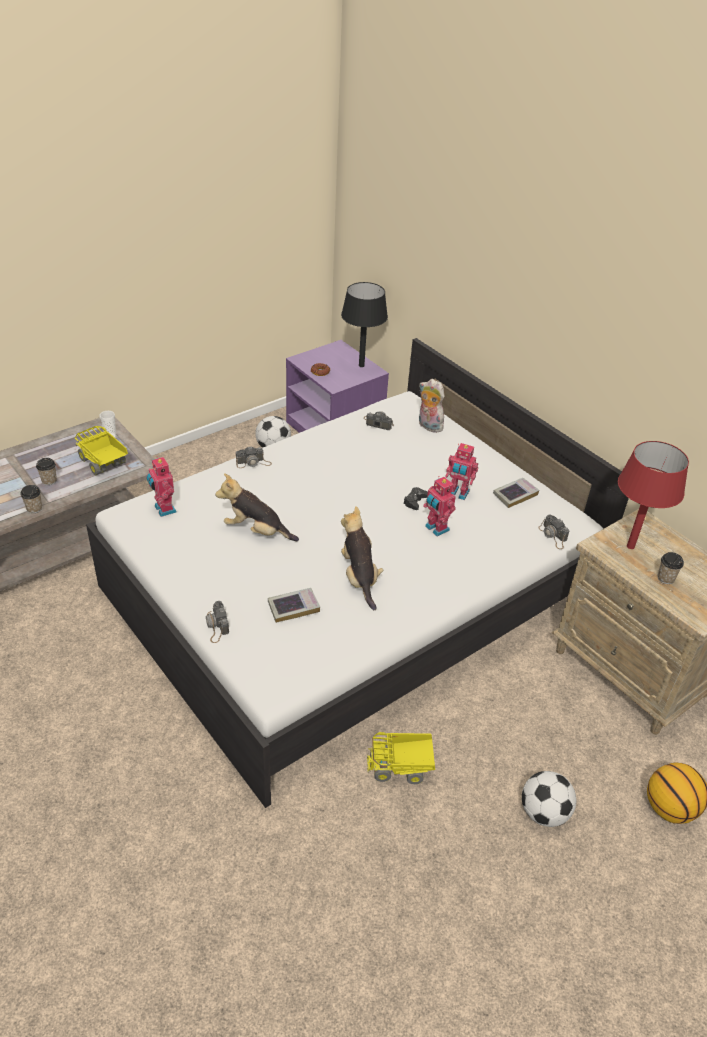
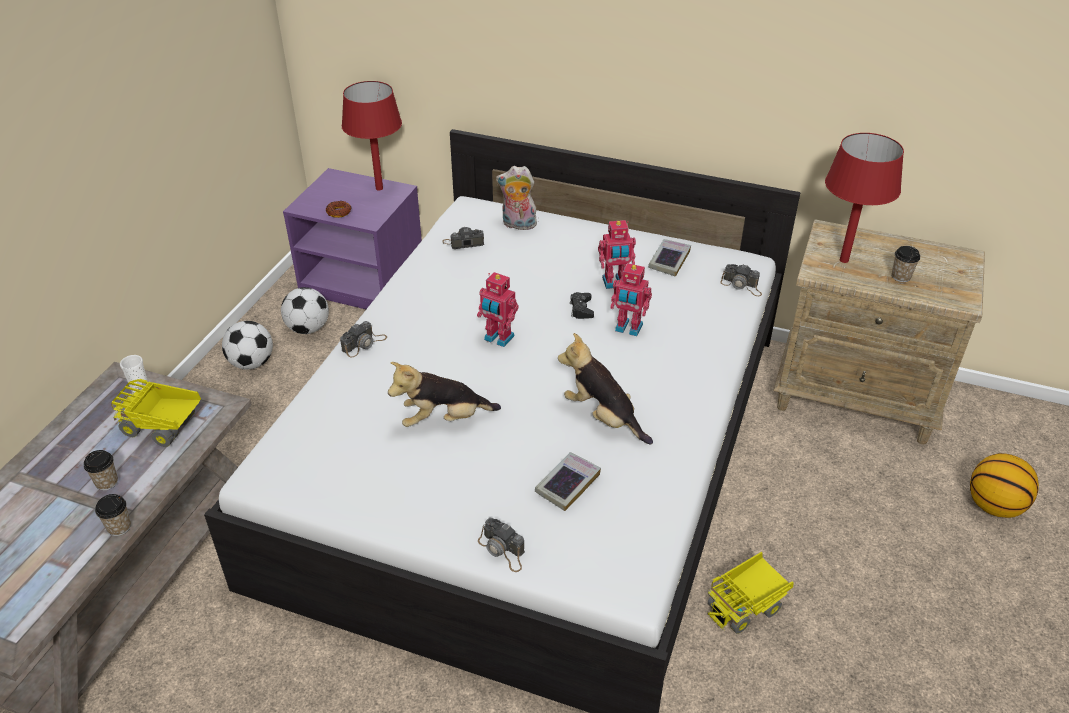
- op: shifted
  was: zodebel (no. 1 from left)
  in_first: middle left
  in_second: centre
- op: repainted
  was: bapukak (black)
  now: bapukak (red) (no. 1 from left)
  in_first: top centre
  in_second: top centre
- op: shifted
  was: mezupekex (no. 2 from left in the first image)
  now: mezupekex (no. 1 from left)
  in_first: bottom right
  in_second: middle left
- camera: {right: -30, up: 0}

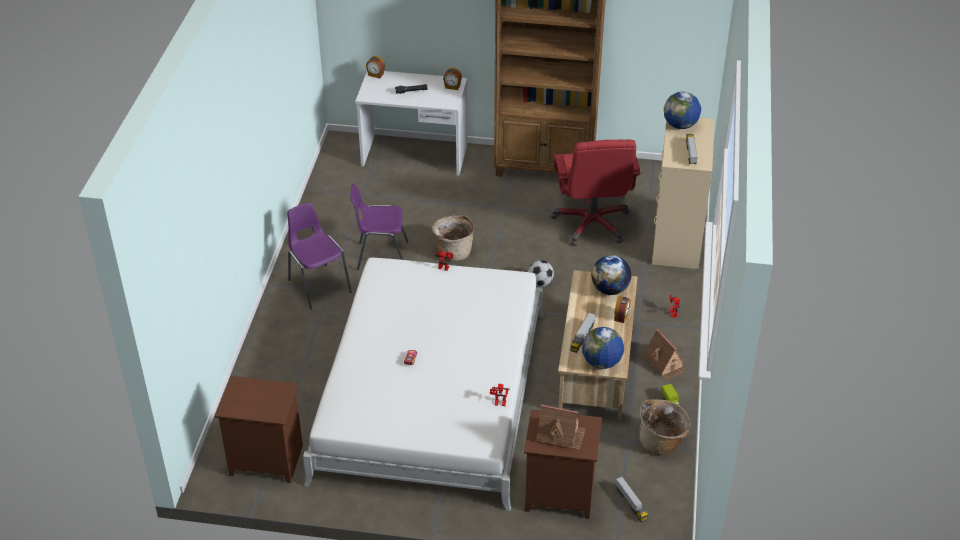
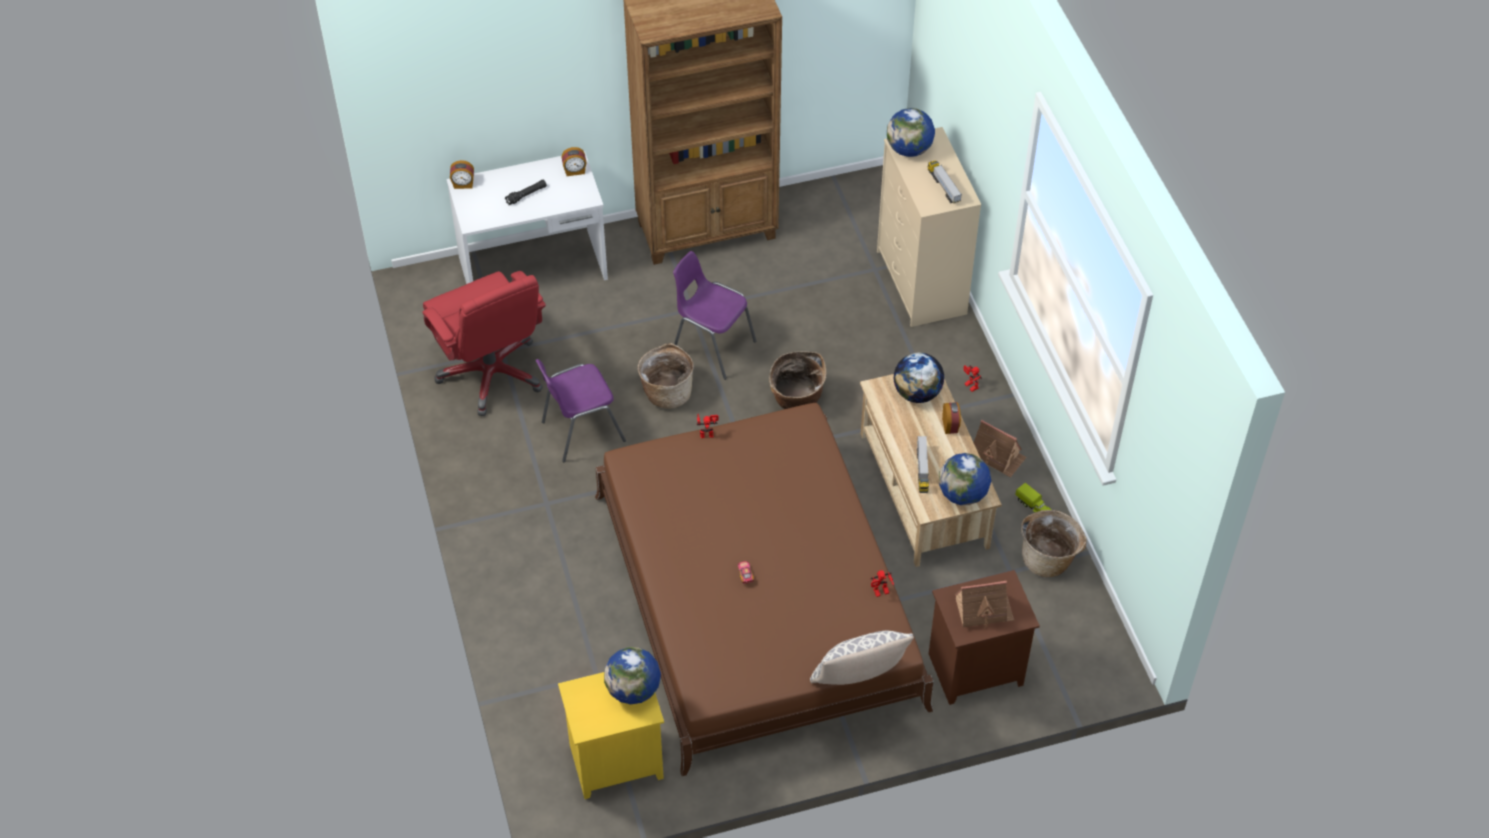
- op: repainted
  was: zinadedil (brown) (no. 1 from left)
  now: zinadedil (yellow)
  in_first: bottom left
  in_second: bottom centre
- op: shifted
  was: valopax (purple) (no. 1 from left in the first image)
  now: valopax (purple) (no. 2 from left)
  in_first: middle left
  in_second: centre
- op: repainted
  was: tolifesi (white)
  now: tolifesi (brown)
  in_first: bottom centre
  in_second: bottom centre
- op: swapped
  was: mezupekex
  now: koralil (no. 2 from left)
  in_first: centre
  in_second: centre
- op: shifted
  was: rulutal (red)
  in_first: centre
  in_second: middle left
- op: gone
  was: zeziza (no. 2 from left)
  in_first: bottom centre
- op: new
  now: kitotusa (no. 1 from left)
  in_second: bottom centre
- op: new
  now: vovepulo
  in_second: bottom centre
- camera: {right: -25, up: 10}

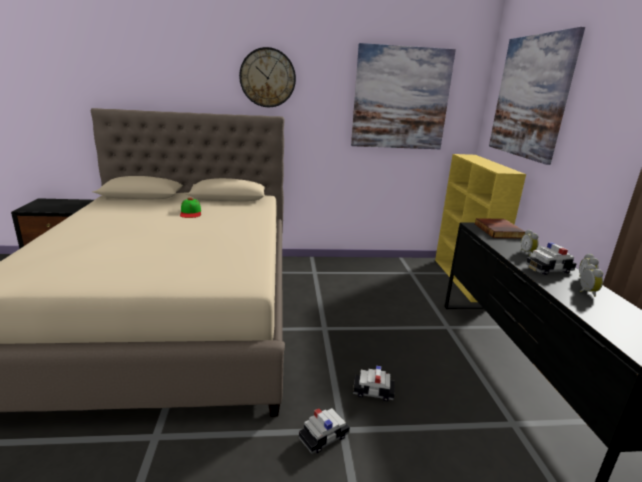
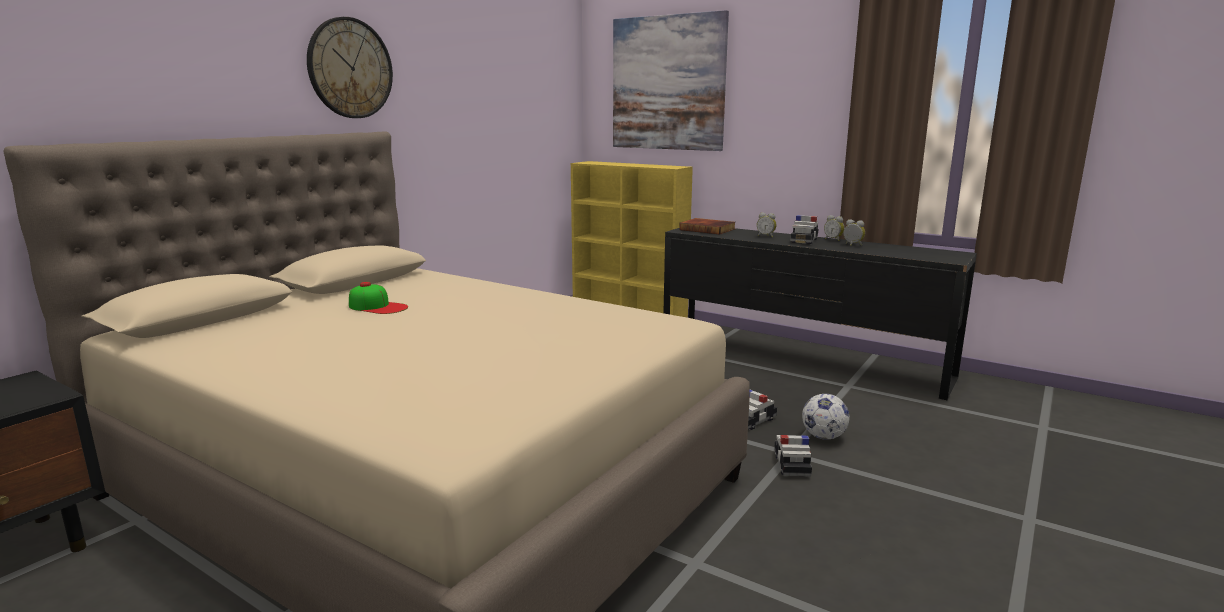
- op: gone
  was: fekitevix (no. 1 from left)
  in_first: top centre
- op: new
  now: mezupekex
  in_second: bottom right
- camera: {right: -50, up: -5}

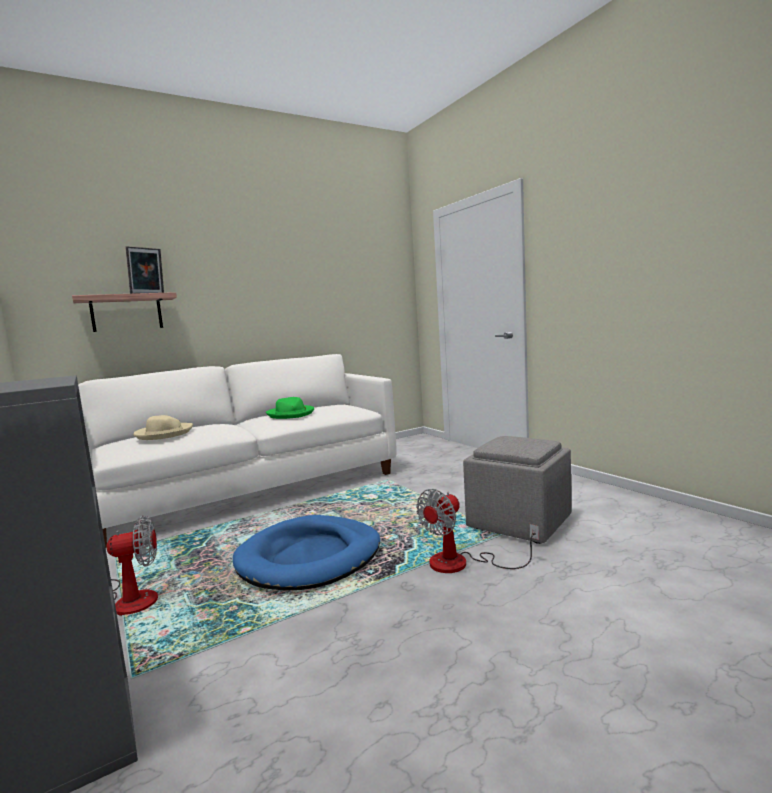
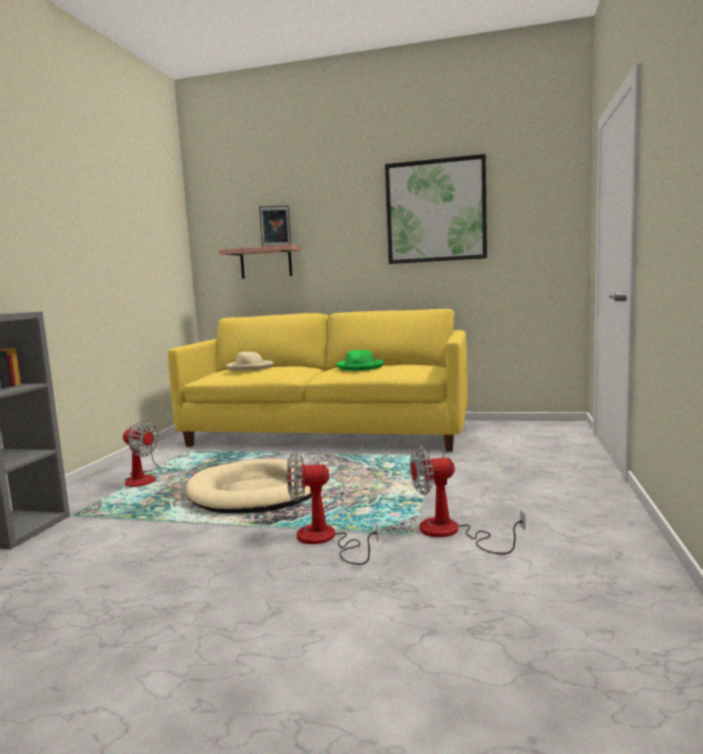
- op: repainted
  was: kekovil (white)
  now: kekovil (yellow)
  in_first: middle left
  in_second: centre
- op: repainted
  was: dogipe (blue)
  now: dogipe (beige)
  in_first: bottom centre
  in_second: centre
- op: swapped
  was: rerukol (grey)
  now: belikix (no. 3 from left)
  in_first: middle right
  in_second: centre
- op: new
  now: fekitevix
  in_second: top centre
- camera: {right: 45, up: 0}

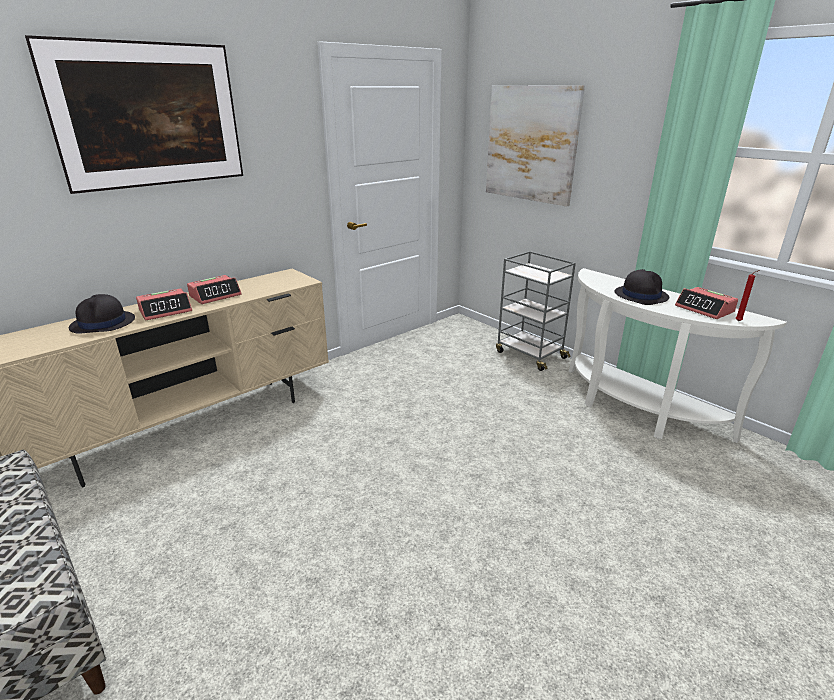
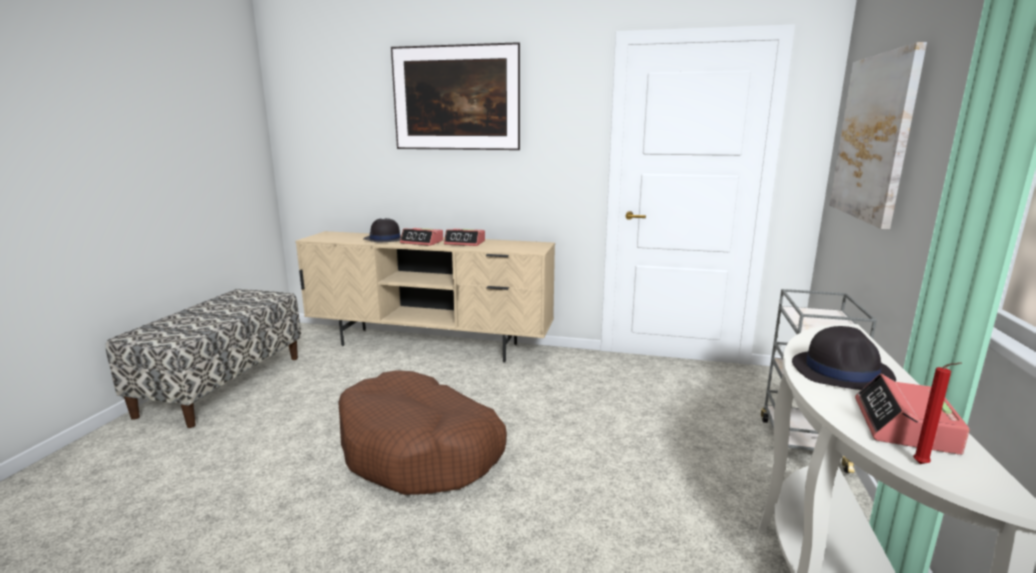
- op: new
  now: dogipe (brown)
  in_second: bottom centre
- camera: {right: 55, up: -10}

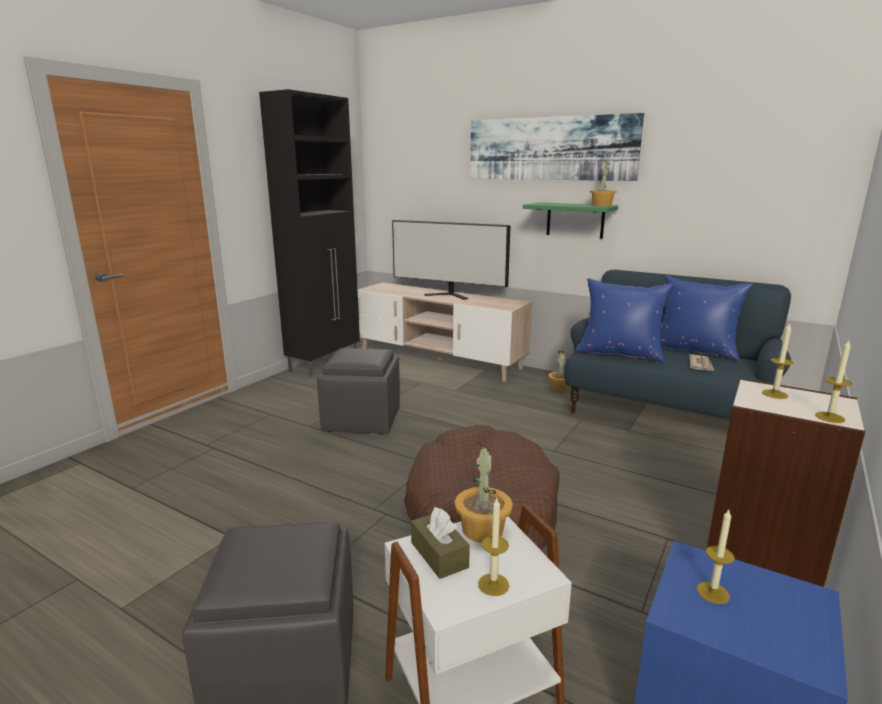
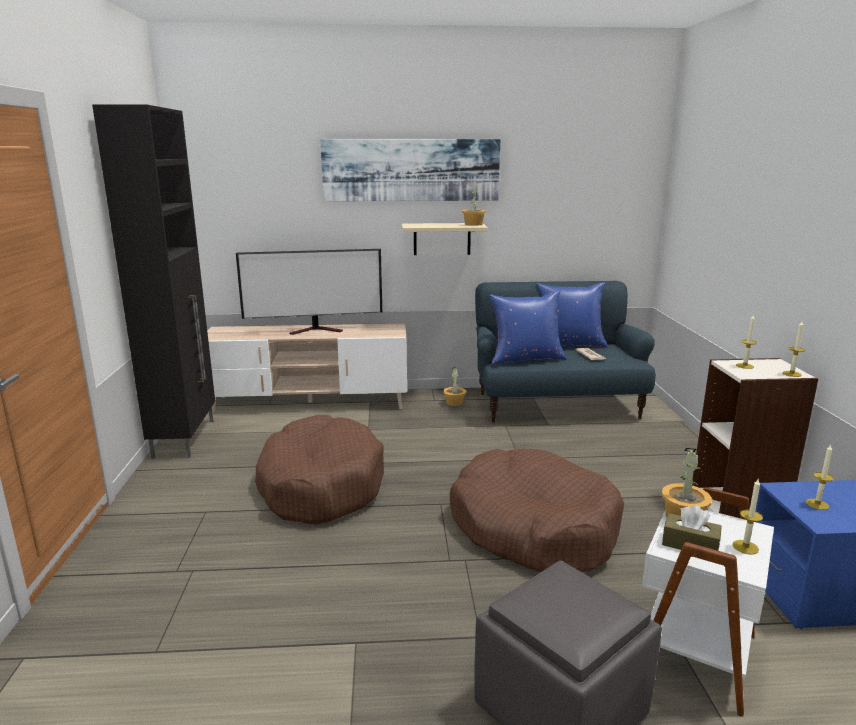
- op: swapped
  was: rerukol (grey) (no. 2 from left)
  now: dogipe (brown) (no. 1 from left)
  in_first: centre
  in_second: centre
- op: repainted
  was: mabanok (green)
  now: mabanok (beige)
  in_first: top centre
  in_second: top centre
- camera: {right: -35, up: 0}

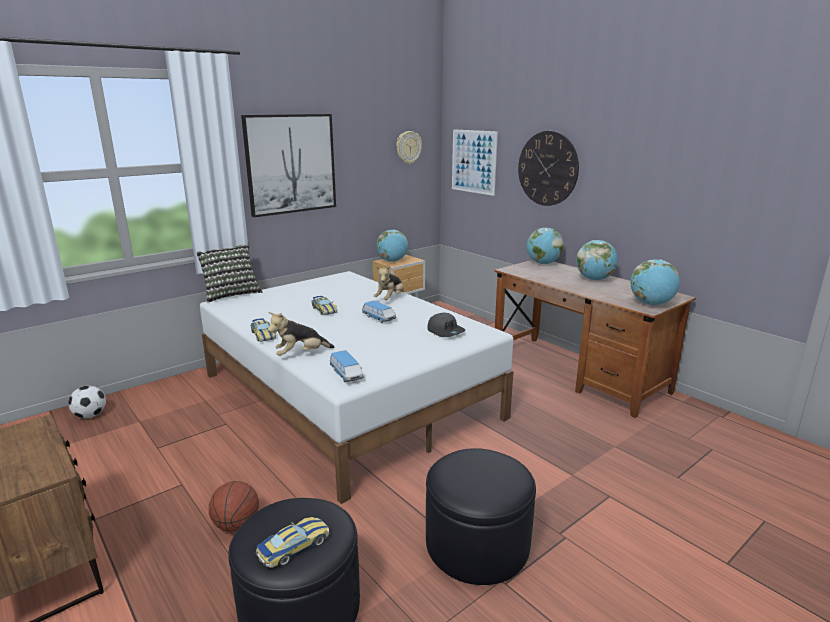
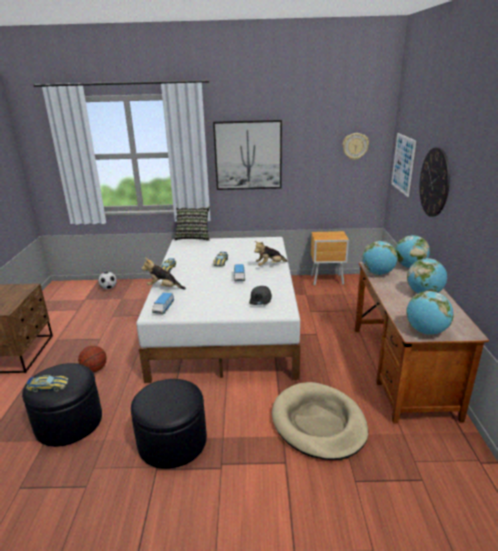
- op: shifted
  was: kitotusa (no. 1 from left)
  in_first: centre
  in_second: middle right
- op: new
  now: dogipe (beige)
  in_second: bottom centre
- camera: {right: 40, up: 5}

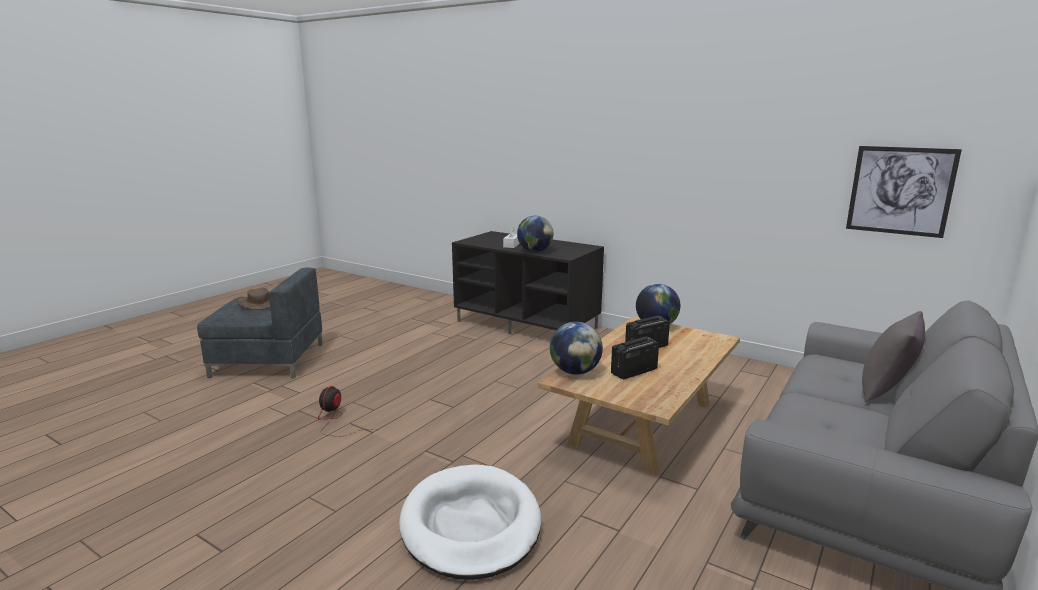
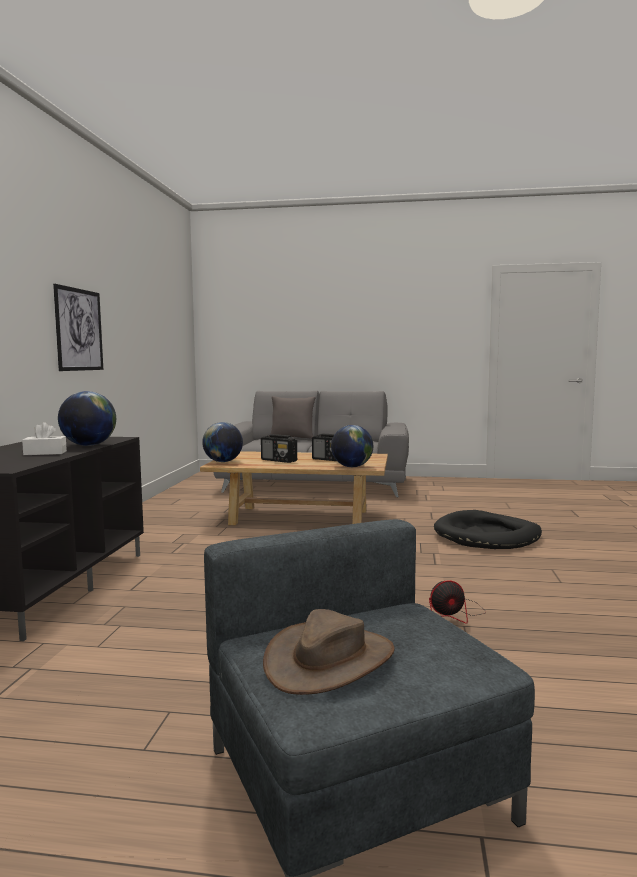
- op: repainted
  was: dogipe (white)
  now: dogipe (black)
  in_first: bottom centre
  in_second: middle right
- op: shifted
  was: fekitevix
  in_first: top right
  in_second: middle left
- camera: {right: -115, up: -10}

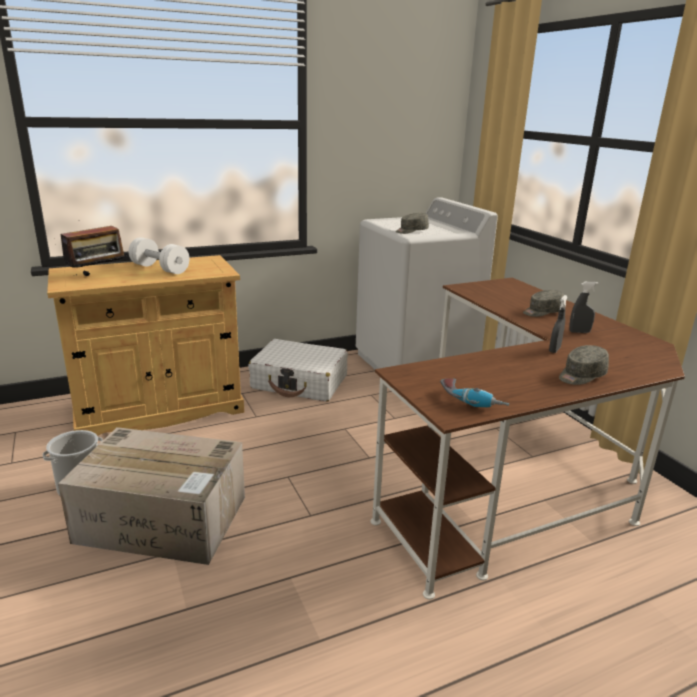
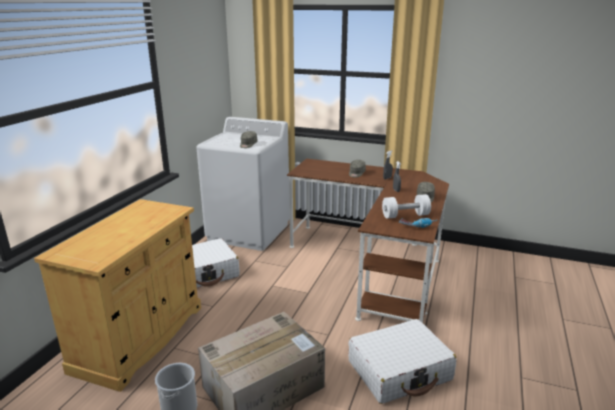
- op: gone
  was: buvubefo
  in_first: middle left
- op: shifted
  was: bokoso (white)
  in_first: middle left
  in_second: centre
- op: new
  now: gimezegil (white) (no. 2 from left)
  in_second: bottom centre
- camera: {right: -45, up: 0}

